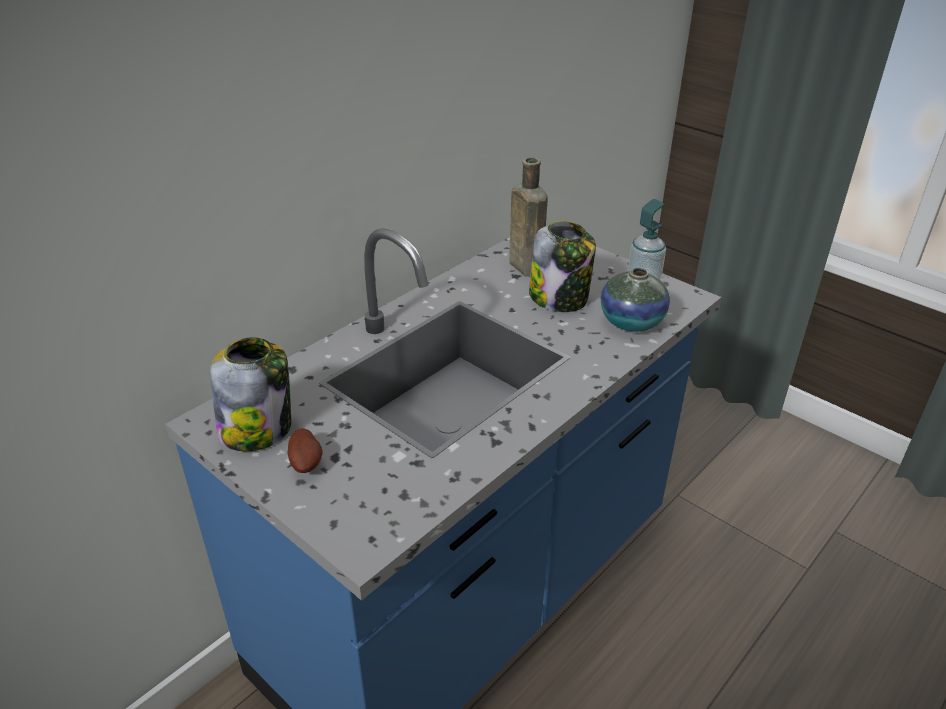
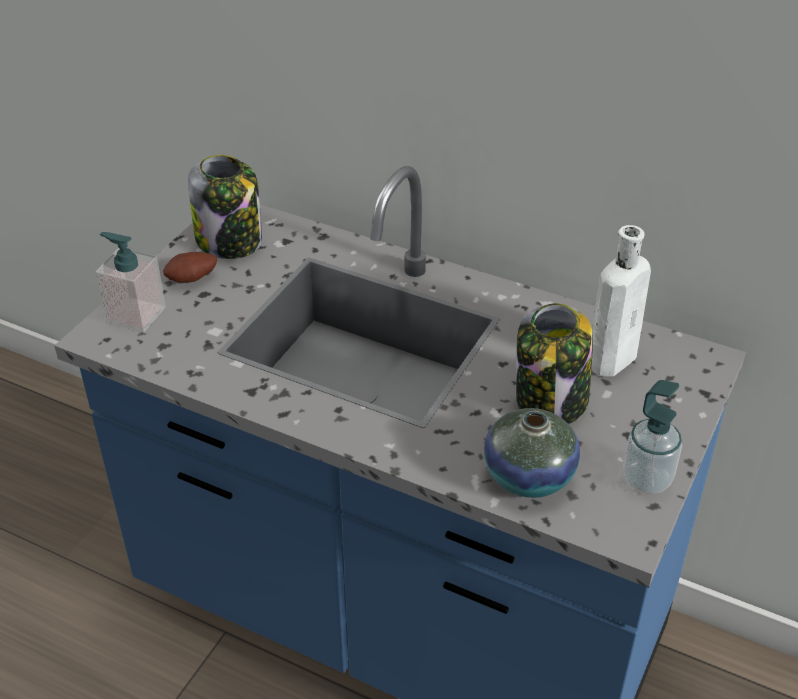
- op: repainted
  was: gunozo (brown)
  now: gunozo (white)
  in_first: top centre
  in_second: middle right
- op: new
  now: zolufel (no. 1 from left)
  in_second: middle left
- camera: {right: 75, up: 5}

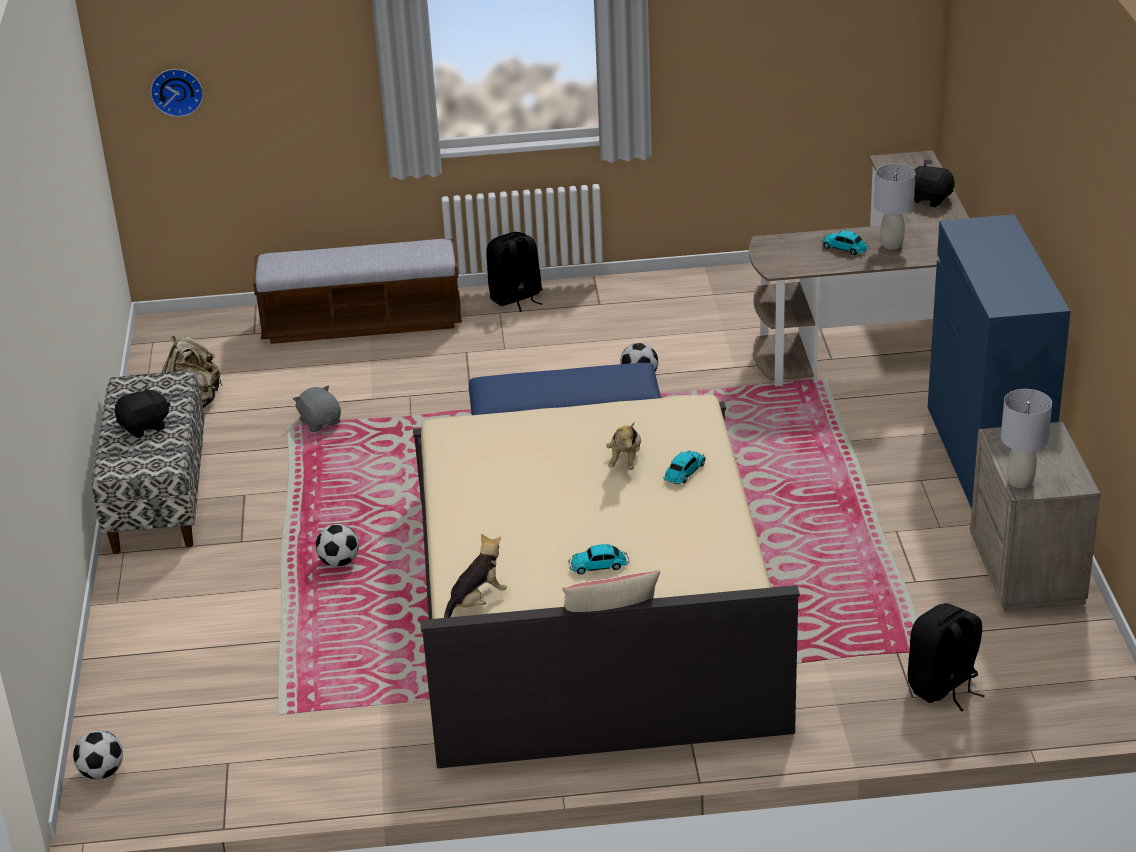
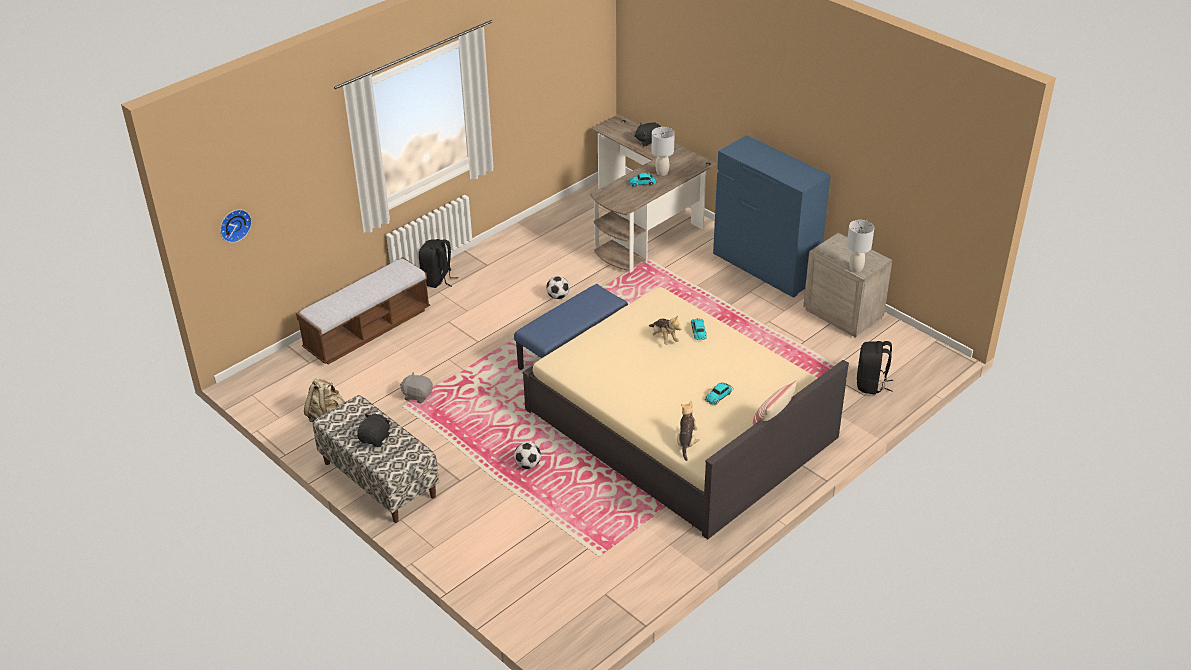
- op: gone
  was: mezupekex (no. 1 from left)
  in_first: bottom left
- camera: {right: -40, up: 5}

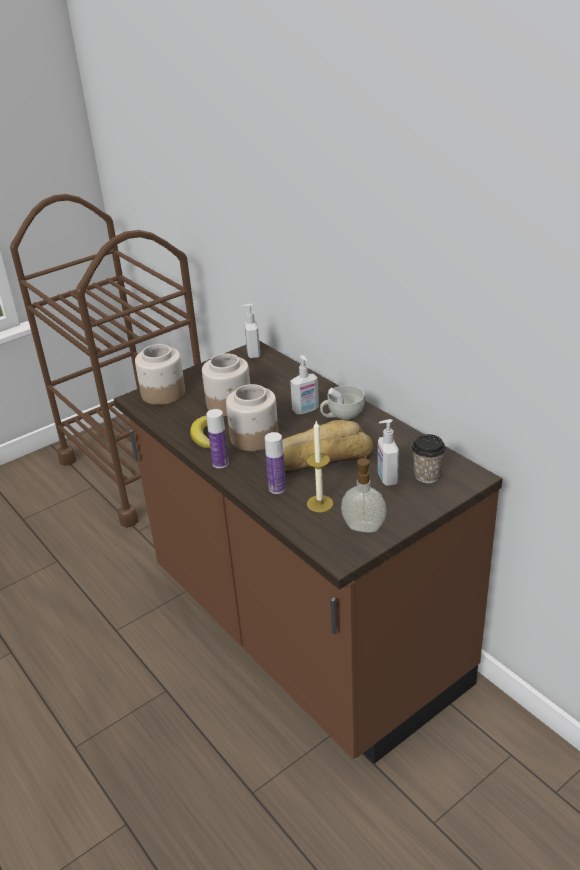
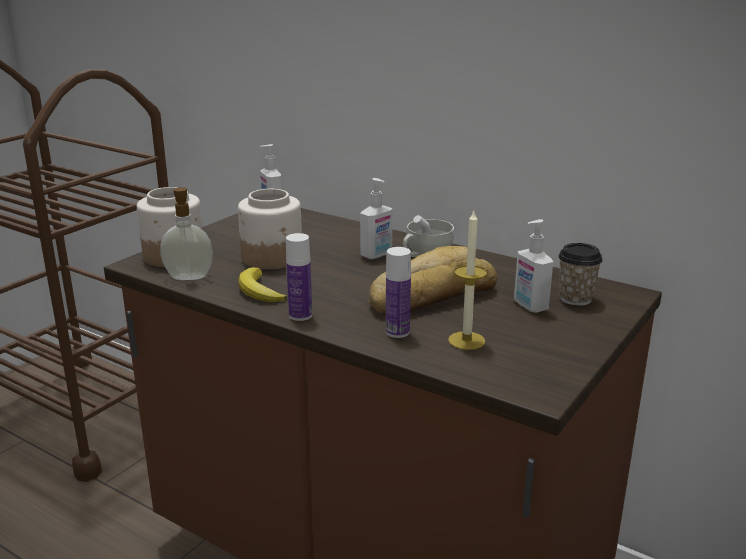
- op: gone
  was: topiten (no. 3 from left)
  in_first: centre
- op: shifted
  was: zolufel (no. 3 from left in the first image)
  now: zolufel (no. 1 from left)
  in_first: centre
  in_second: middle left
- camera: {right: -20, up: -10}

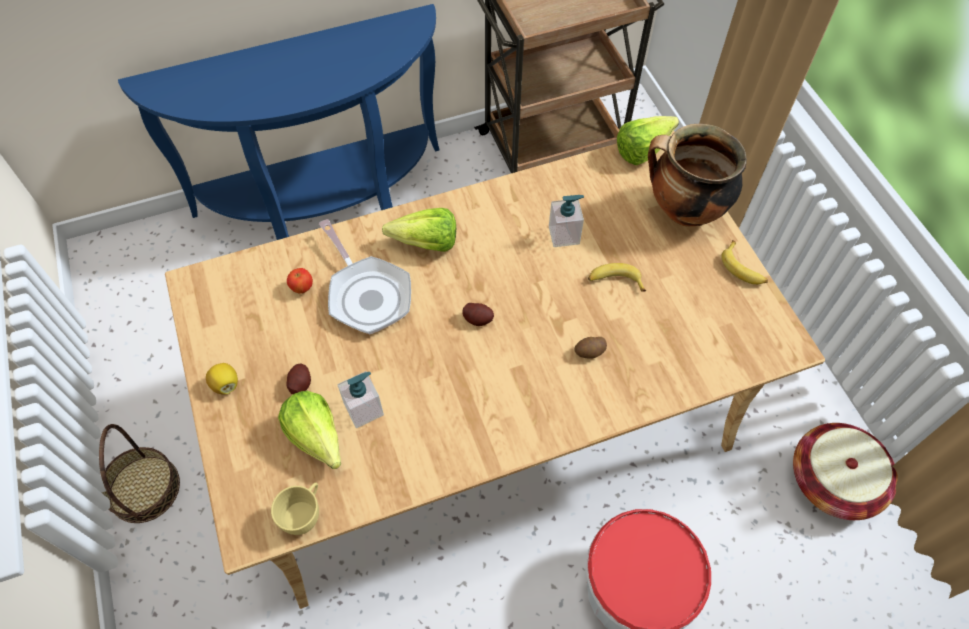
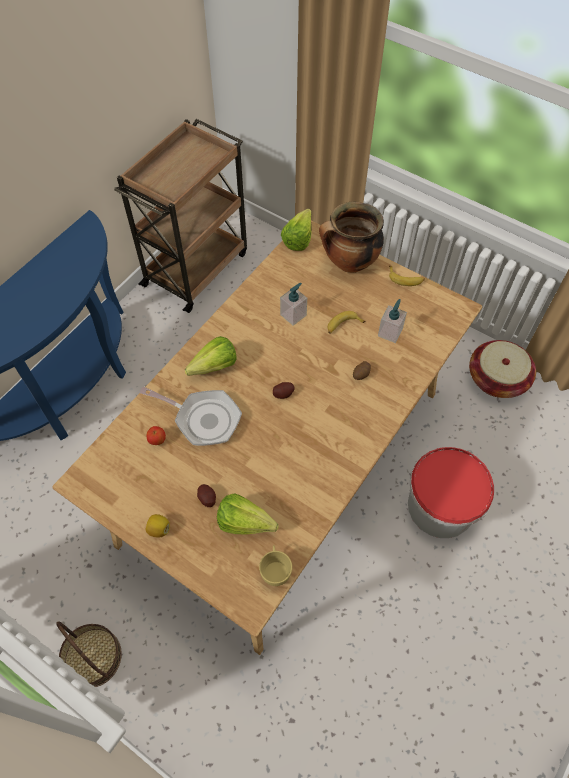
- op: shifted
  was: zolufel (no. 1 from left in the first image)
  now: zolufel (no. 2 from left)
  in_first: centre
  in_second: middle right
- camera: {right: -35, up: 0}

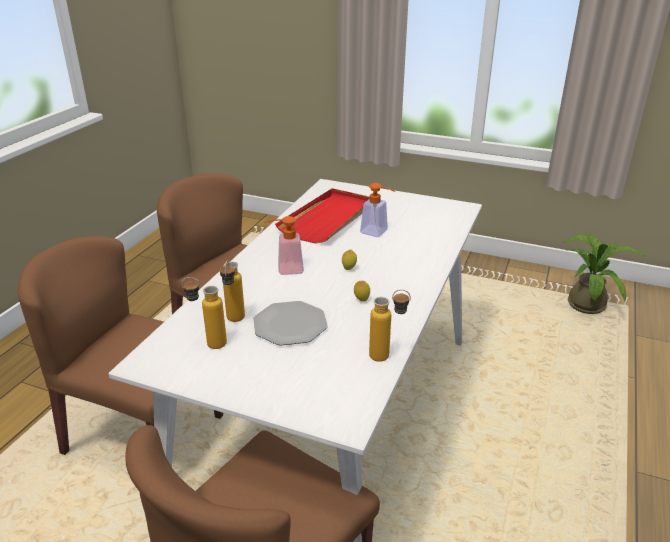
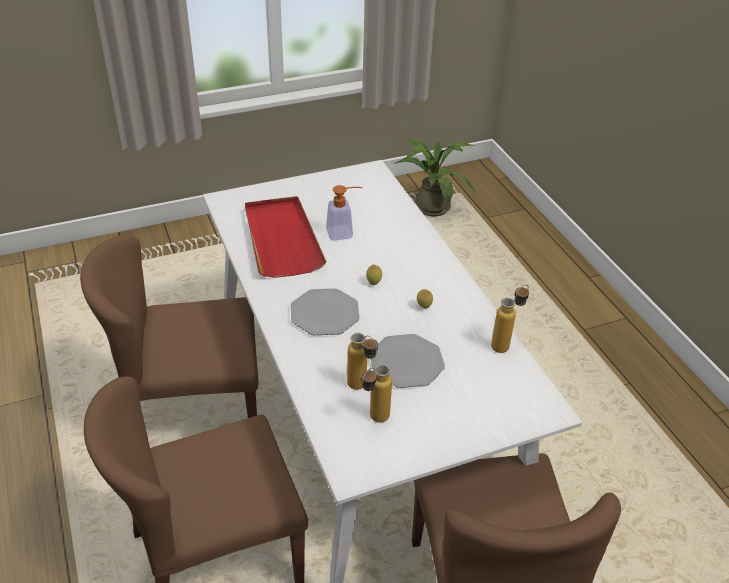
- op: swapped
  was: zolufel (no. 1 from left)
  now: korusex (no. 1 from left)
  in_first: centre
  in_second: centre
- camera: {right: -45, up: 10}

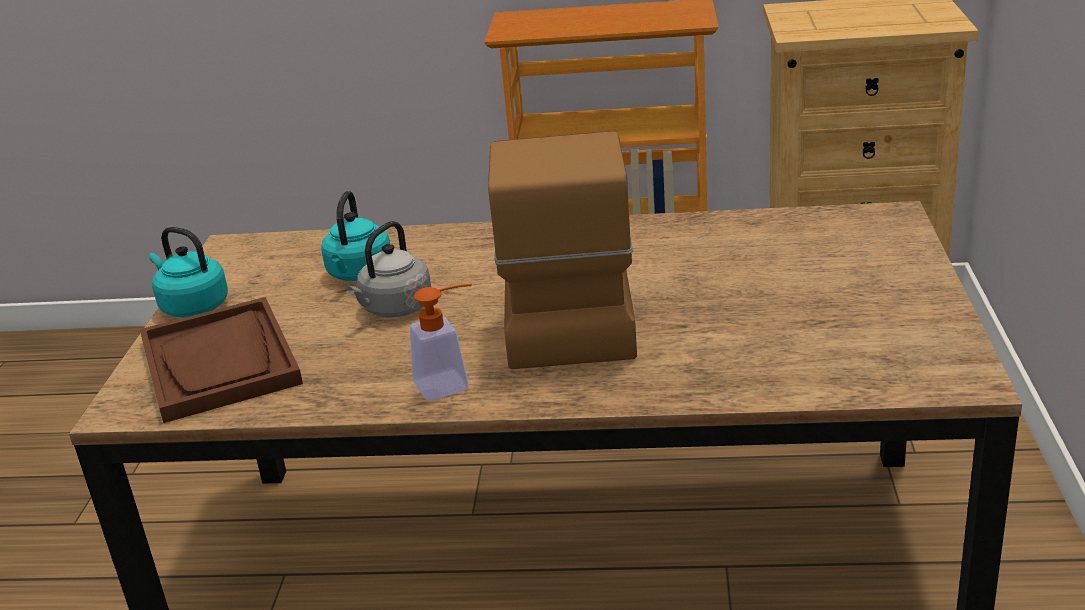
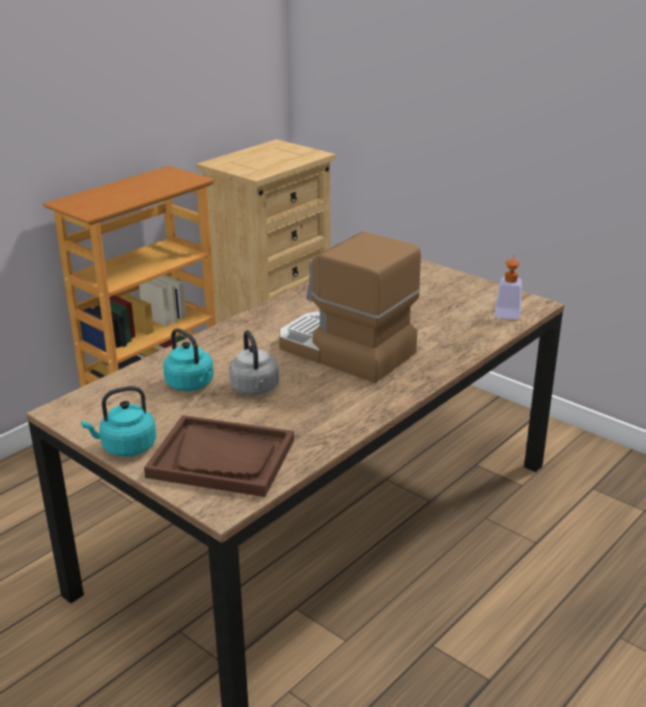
- op: shifted
  was: zolufel
  in_first: centre
  in_second: middle right
- camera: {right: -55, up: 0}

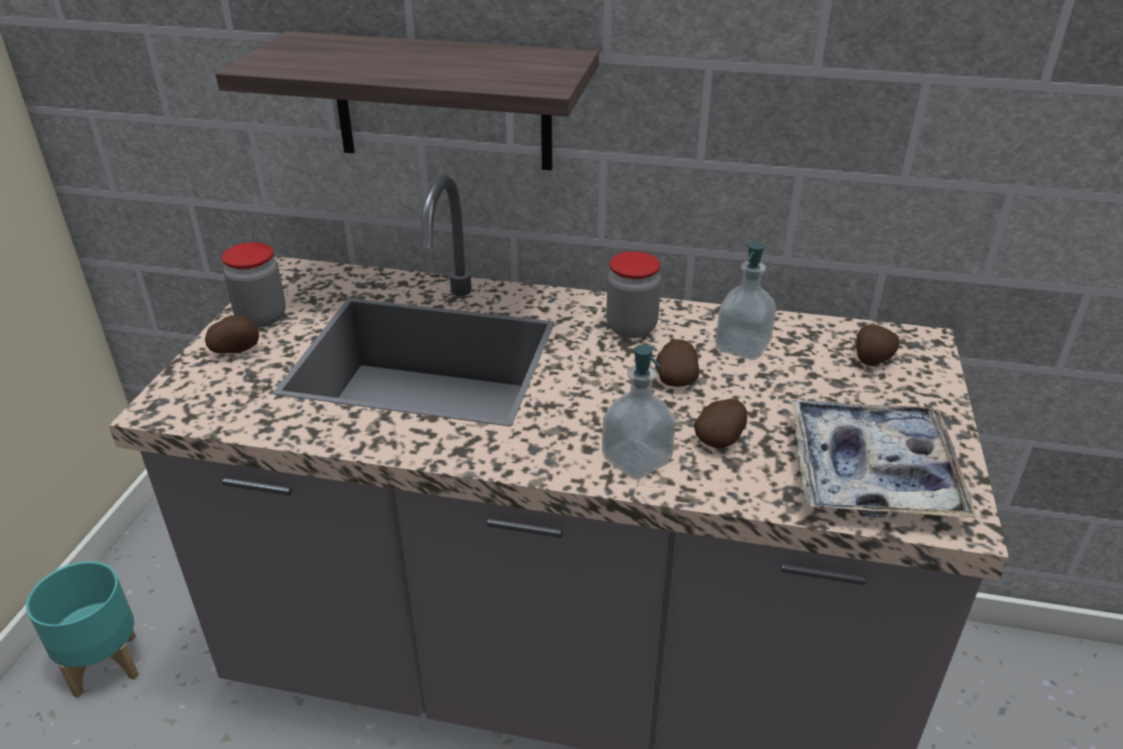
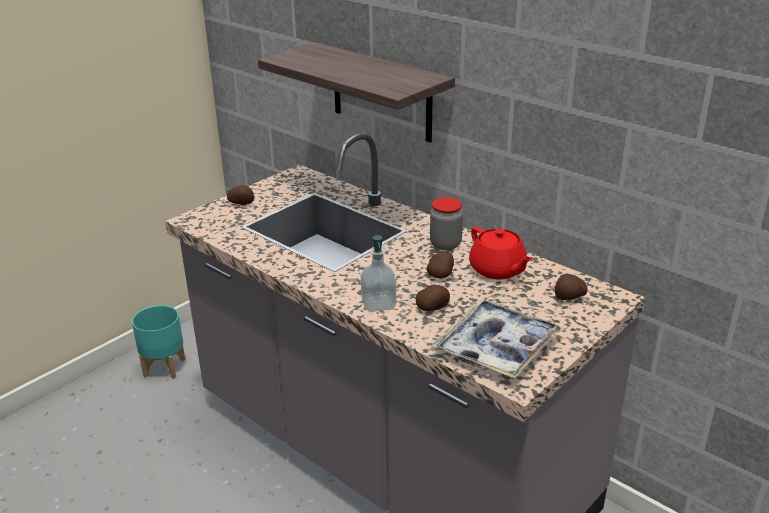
- op: gone
  was: topiten (no. 1 from left)
  in_first: middle left
- op: swapped
  was: zolufel (no. 2 from left)
  now: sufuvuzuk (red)
  in_first: centre
  in_second: centre
- camera: {right: 30, up: -5}

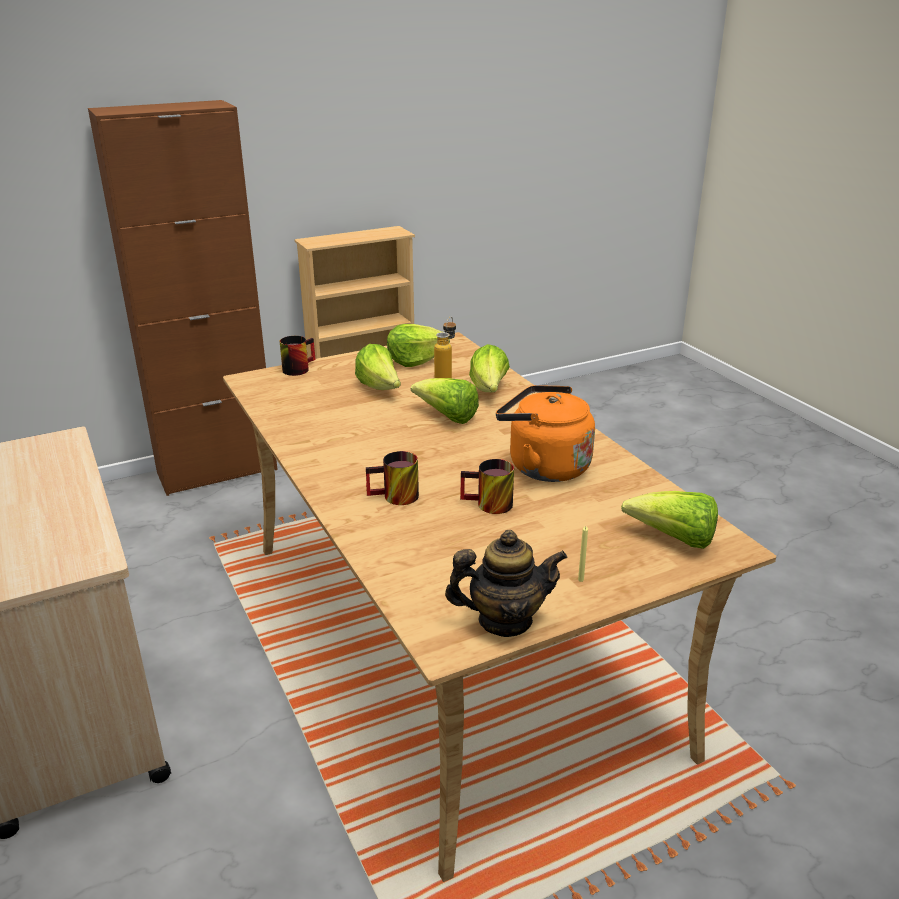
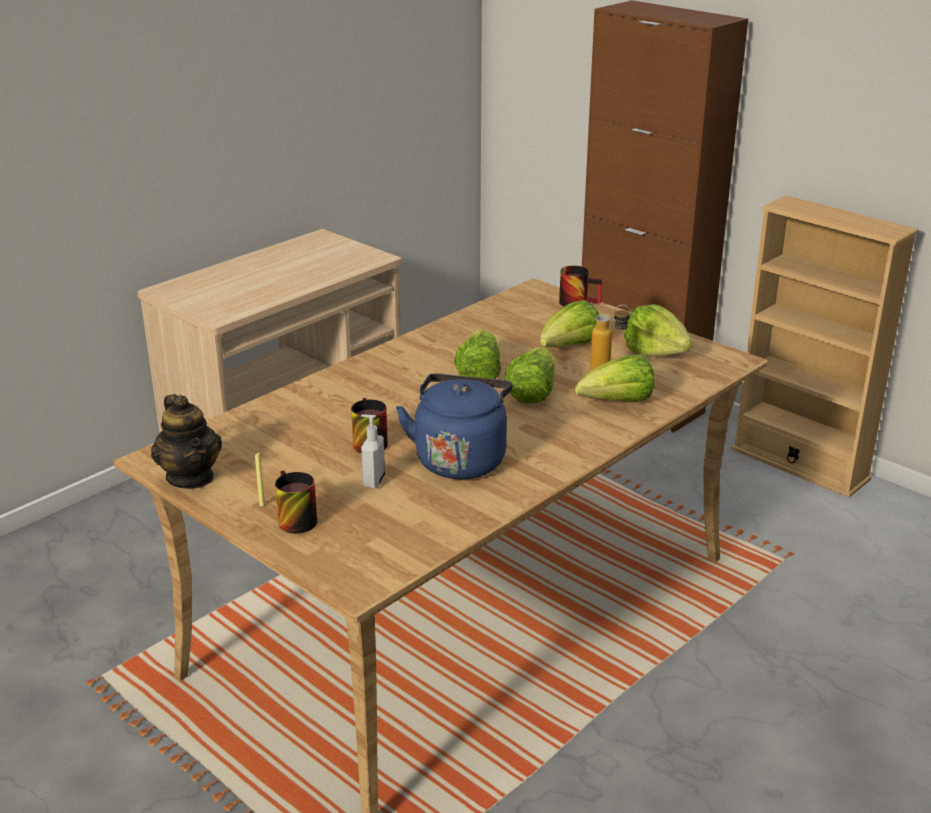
- op: shifted
  was: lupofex (no. 2 from left in the first image)
  now: lupofex (no. 1 from left)
  in_first: centre
  in_second: middle left
- op: repainted
  was: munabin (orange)
  now: munabin (blue)
  in_first: centre
  in_second: centre
- op: shifted
  was: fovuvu (no. 5 from left in the first image)
  now: fovuvu (no. 1 from left)
  in_first: middle right
  in_second: centre
- op: new
  now: zolufel
  in_second: centre
- camera: {right: 70, up: 0}

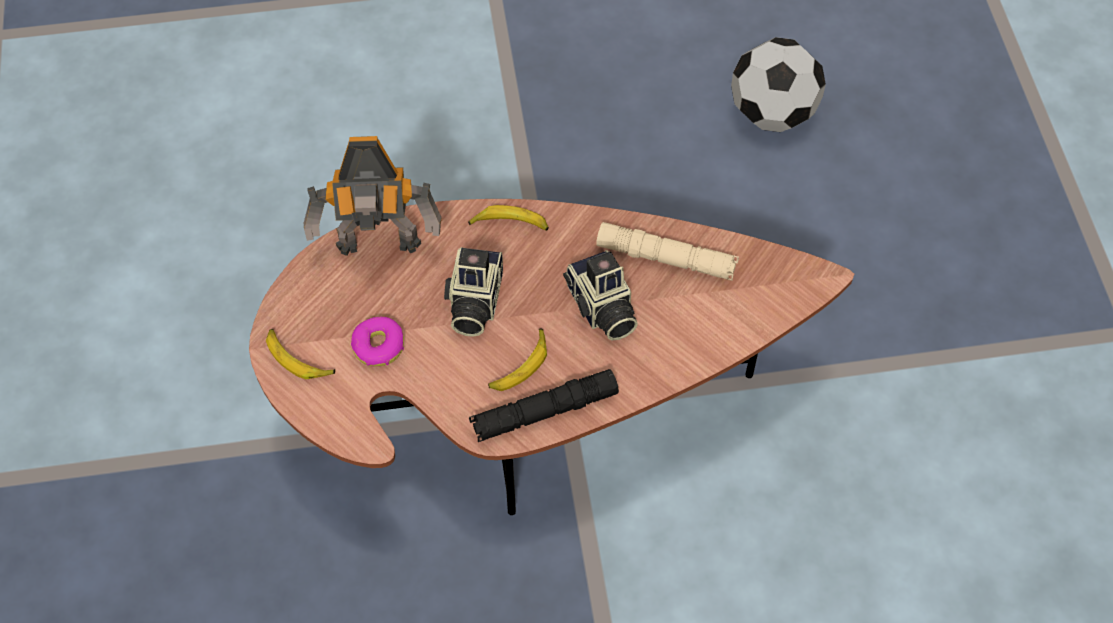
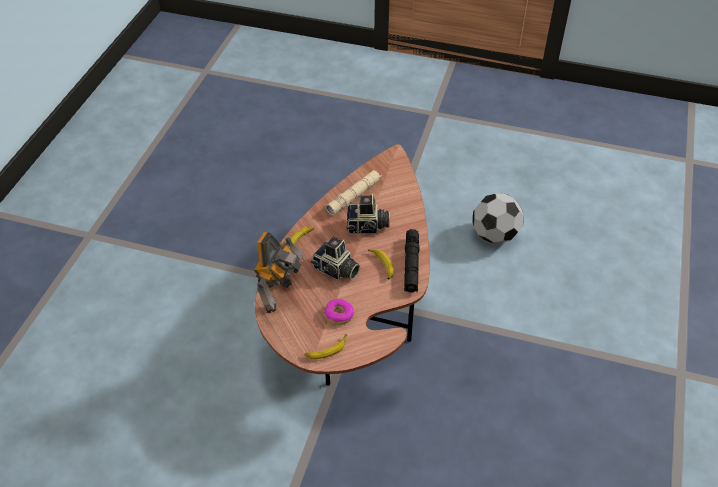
- op: shifted
  was: mezupekex
  in_first: top right
  in_second: middle right
- camera: {right: -65, up: -10}

